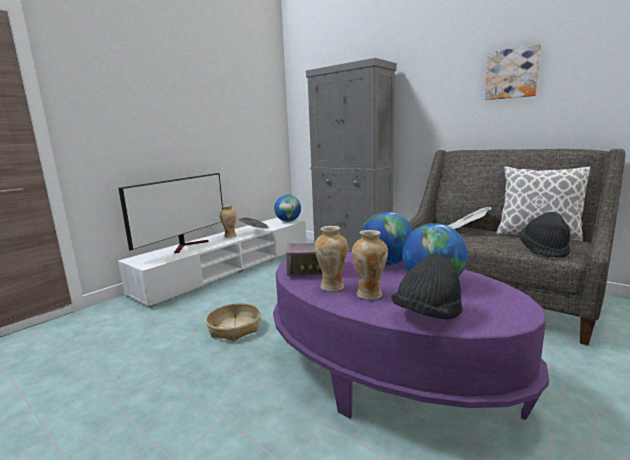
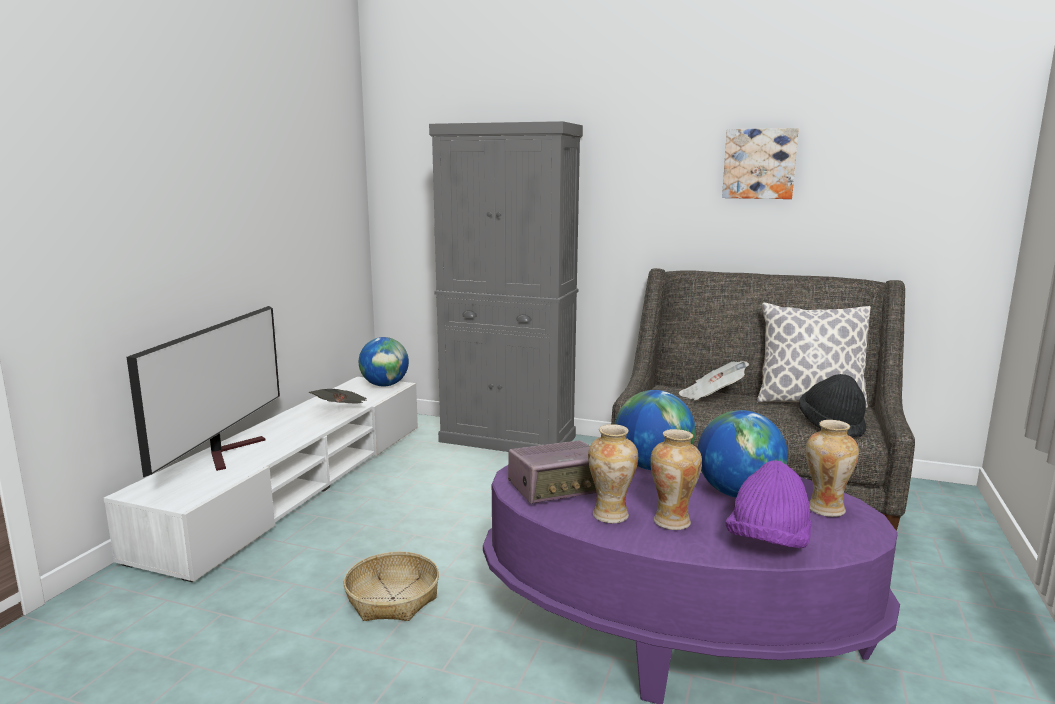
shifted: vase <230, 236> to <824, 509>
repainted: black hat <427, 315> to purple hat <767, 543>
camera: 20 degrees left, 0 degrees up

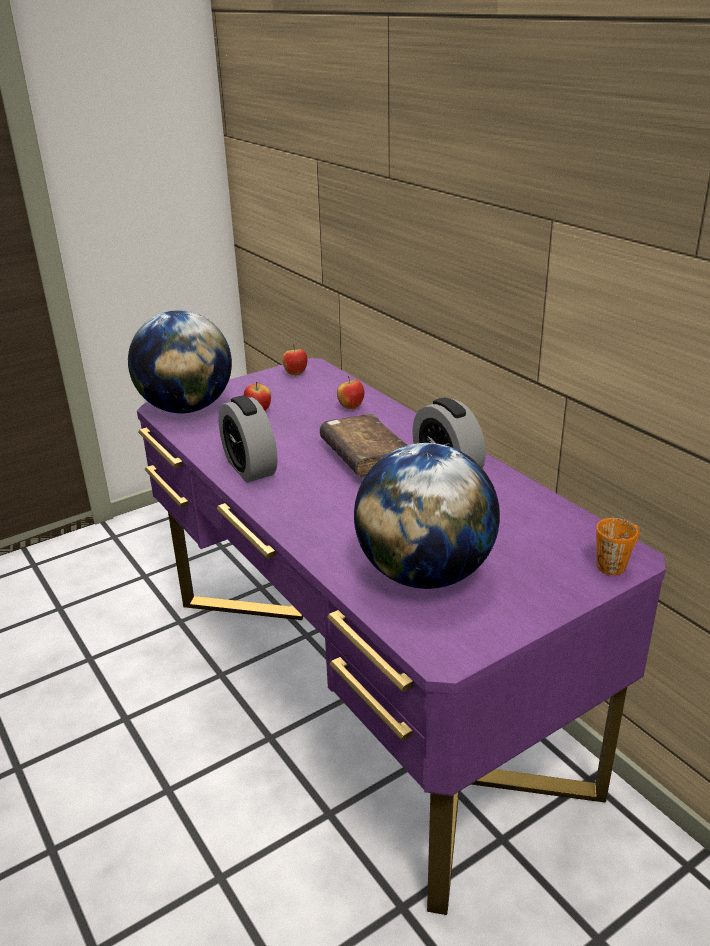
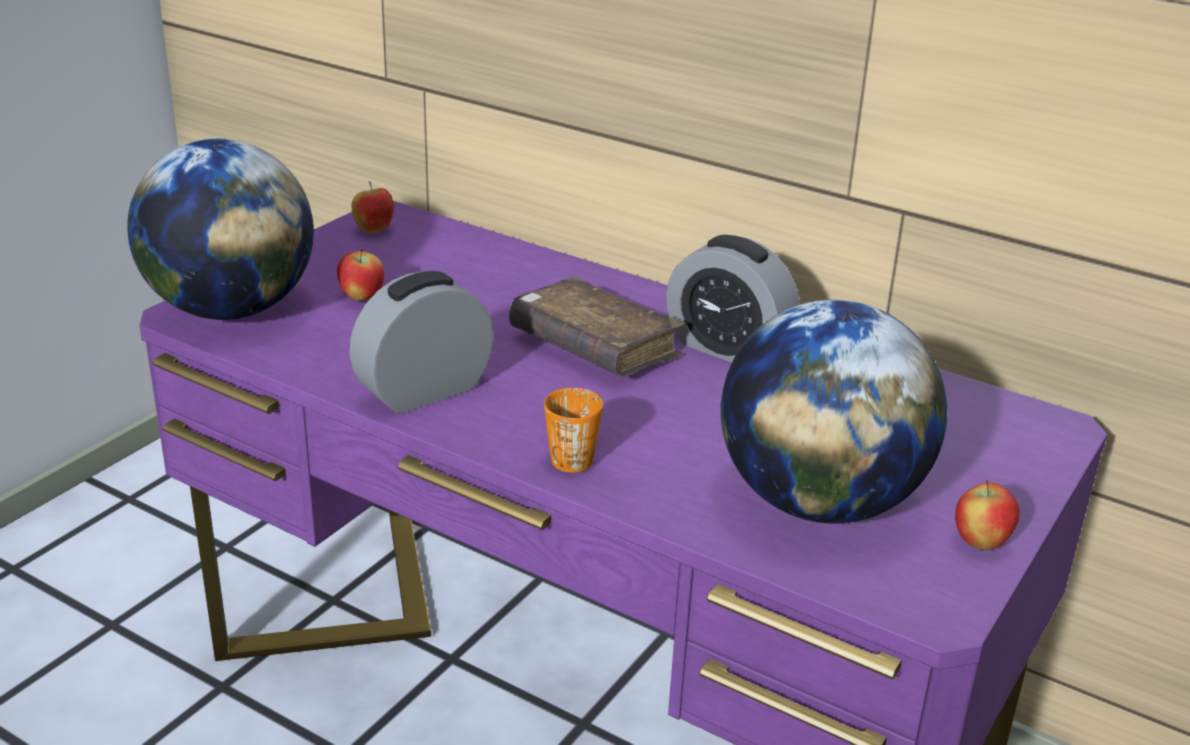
shifted: apple <351, 407> to <980, 543>; orange mug <616, 563> to <578, 454>
rotated: alarm clock <250, 468> = <424, 391> 105 degrees clockwise
camera: 25 degrees left, 0 degrees up

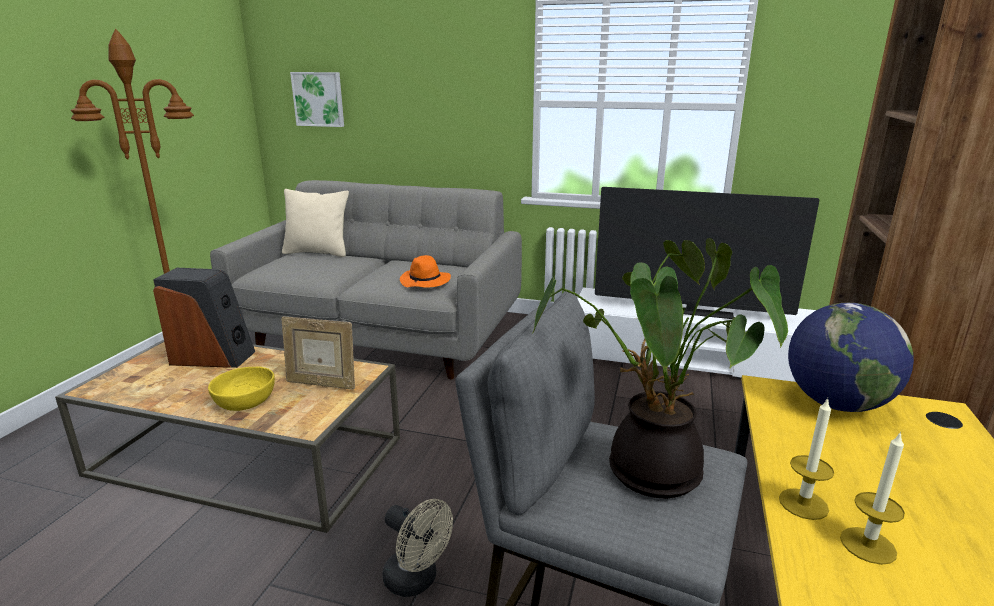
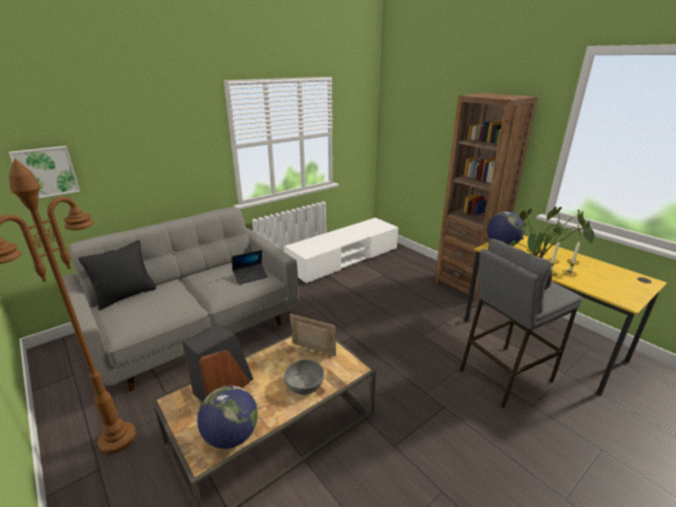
gone: beige fan <417, 581>; television <690, 312>
new: globe <231, 436>
swapped: orange hat <425, 282> to laptop <250, 276>
repainted: yellow bowl <244, 402> to grey bowl <304, 385>; beige pillow <317, 252> to black pillow <126, 296>
rotated: picture frame <321, 384> = <313, 352> 120 degrees counterclockwise
camera: 55 degrees left, 5 degrees up

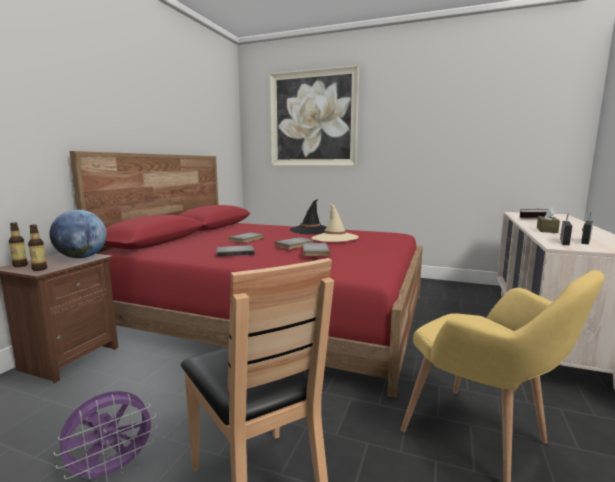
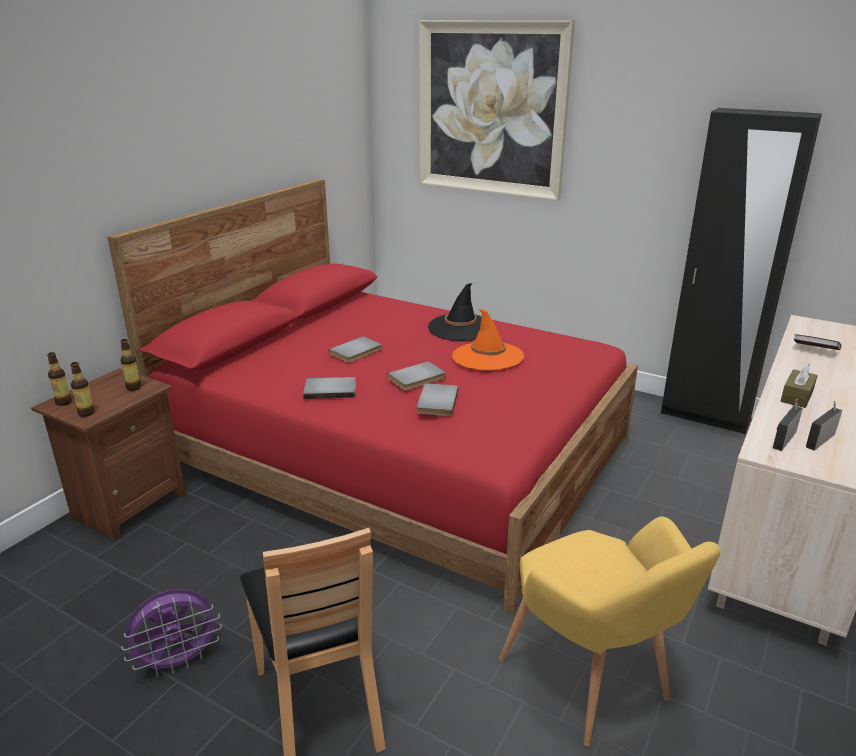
new: black wardrobe <705, 417>
swapped: globe <82, 257> to bottle <133, 387>
repainted: beige hat <334, 238> to orange hat <487, 356>
camera: 10 degrees right, 15 degrees up

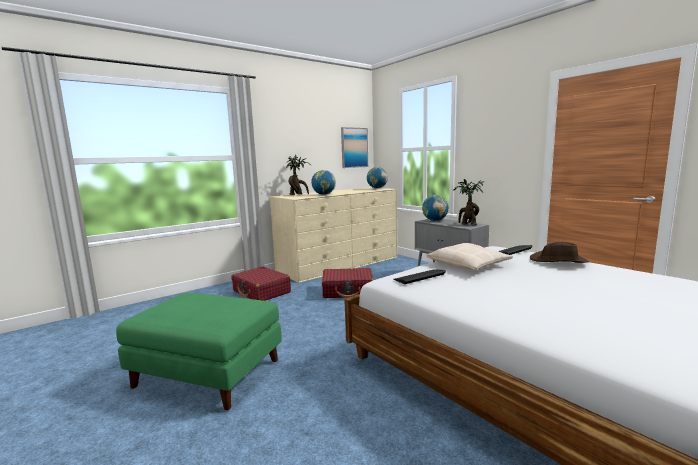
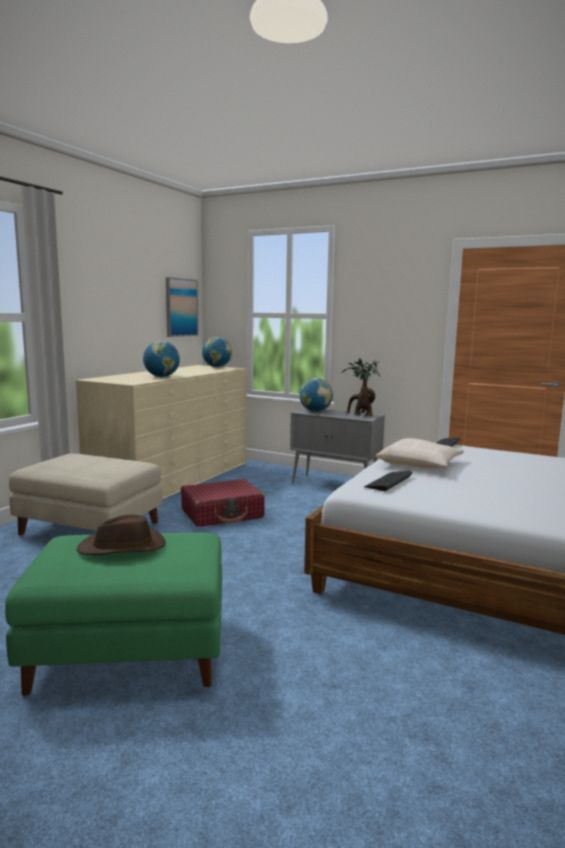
gone: potted plant <298, 194>
shifted: brown hat <558, 261> to <123, 547>
swapped: red suitcase <261, 292> to beige ottoman <91, 529>
camera: 25 degrees left, 0 degrees up

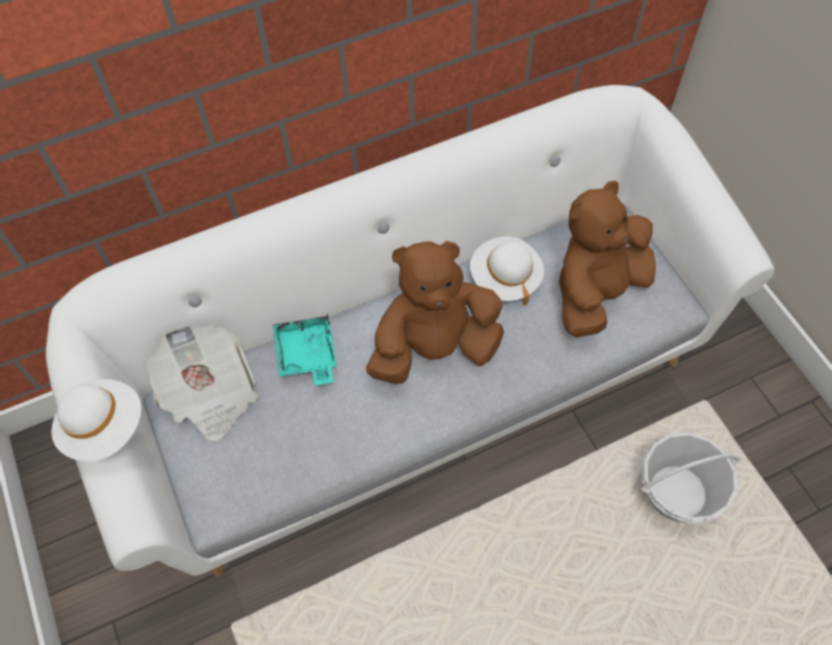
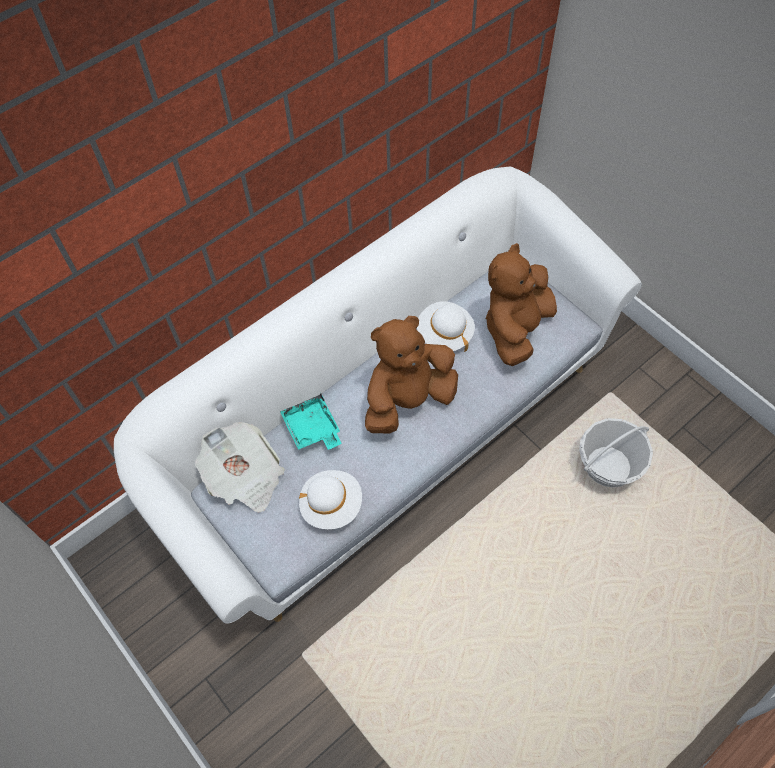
shifted: white hat <104, 428> to <331, 505>
camera: 15 degrees left, 0 degrees up

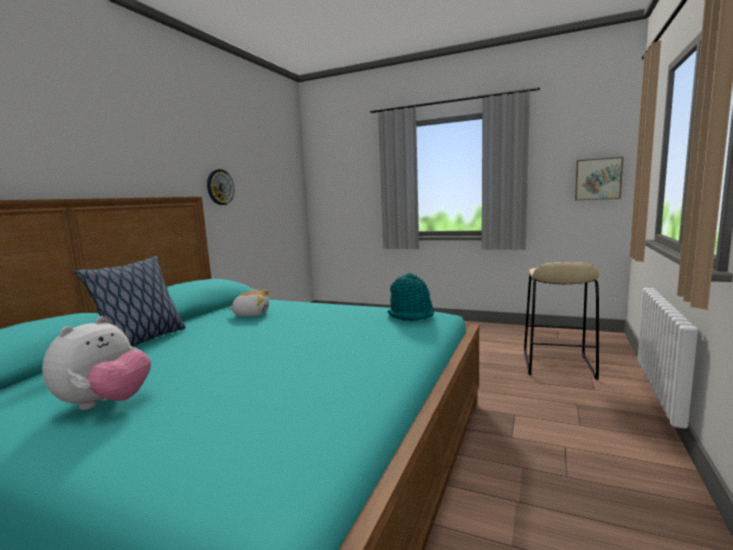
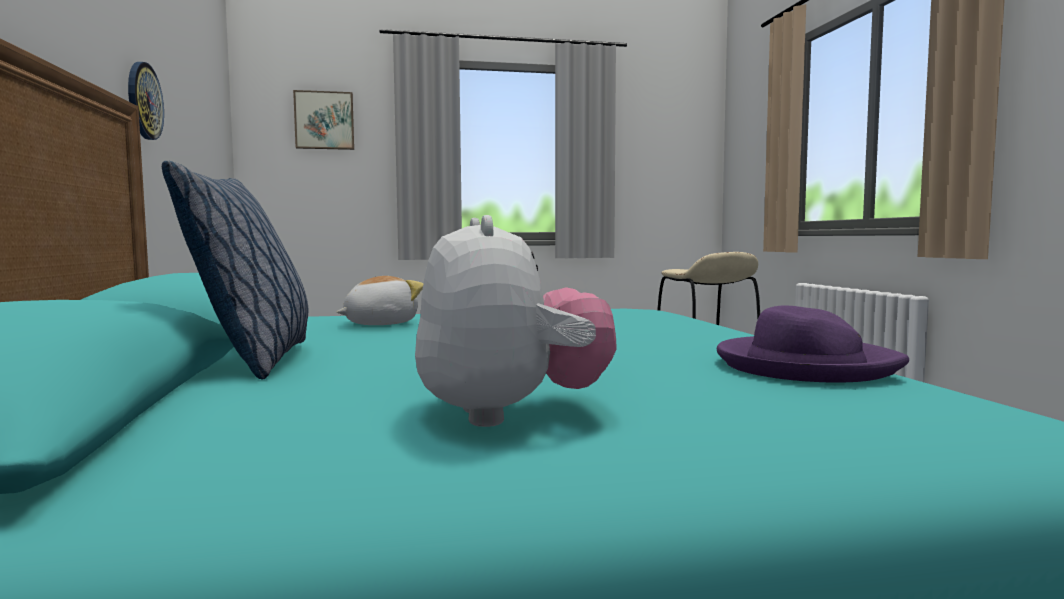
gone: turquoise hat <411, 314>
new: purple hat <804, 365>
shifted: picture <598, 179> to <324, 120>
camera: 35 degrees left, 5 degrees down

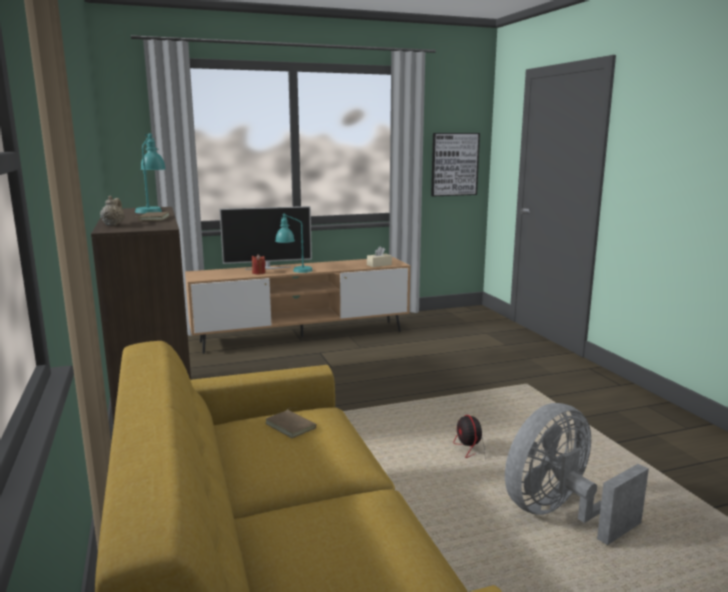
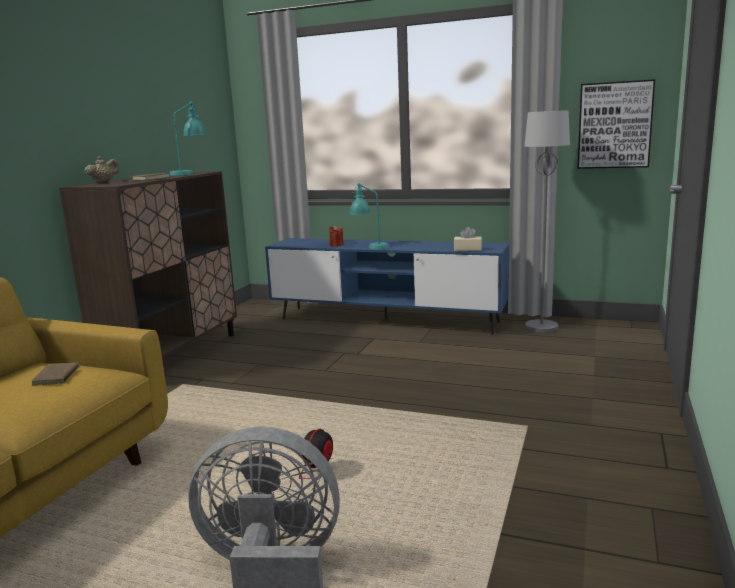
gone: television <267, 268>
new: grey floor lamp <541, 327>
repainted: brown tv stand <302, 337> to blue tv stand <386, 320>
camera: 40 degrees right, 0 degrees up

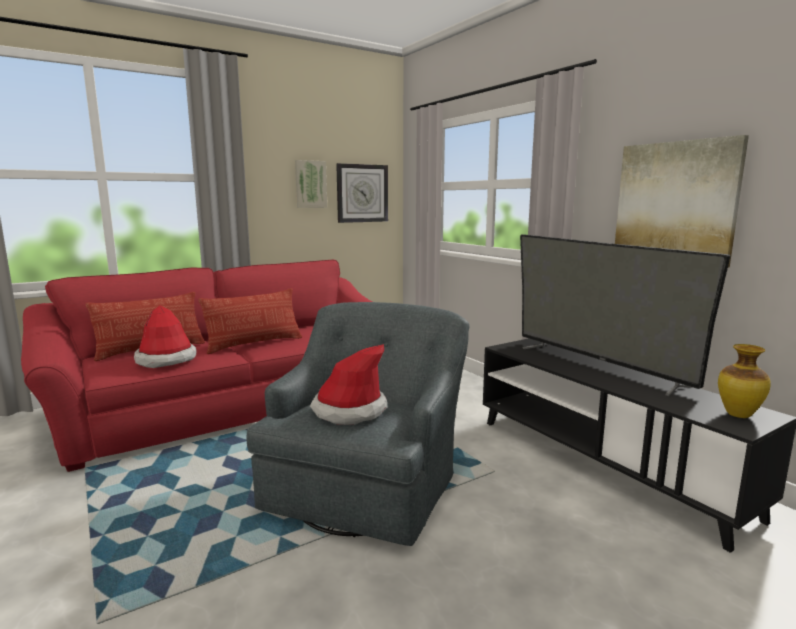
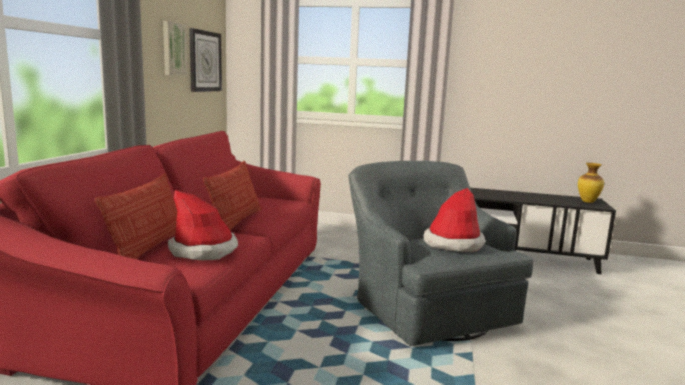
gone: television <597, 365>; picture <675, 202>
camera: 45 degrees left, 0 degrees up

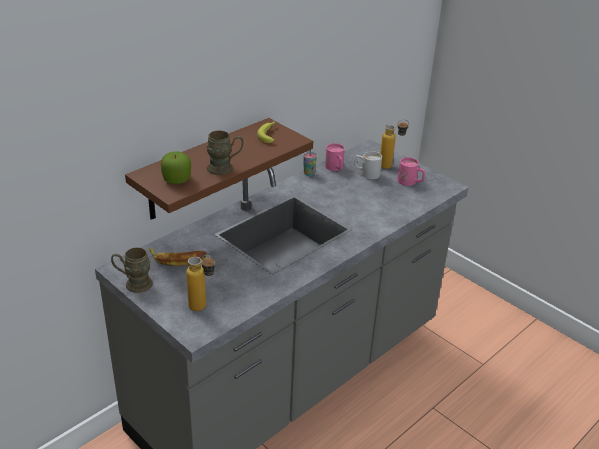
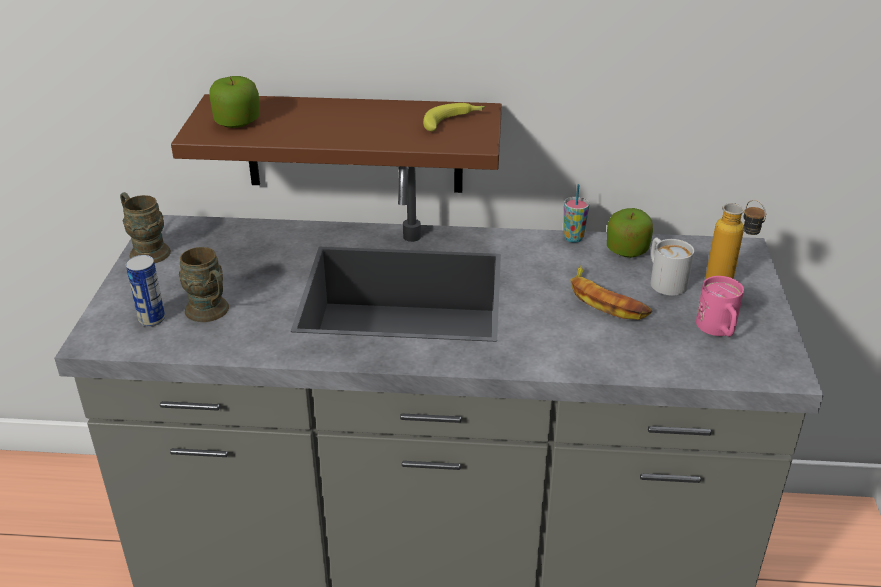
shifted: banana <178, 259> to <606, 301>; brown mug <225, 168> to <211, 313>
swapped: bottle <203, 308> to can <152, 319>; pink mug <335, 168> to apple <627, 250>
camera: 50 degrees right, 0 degrees up

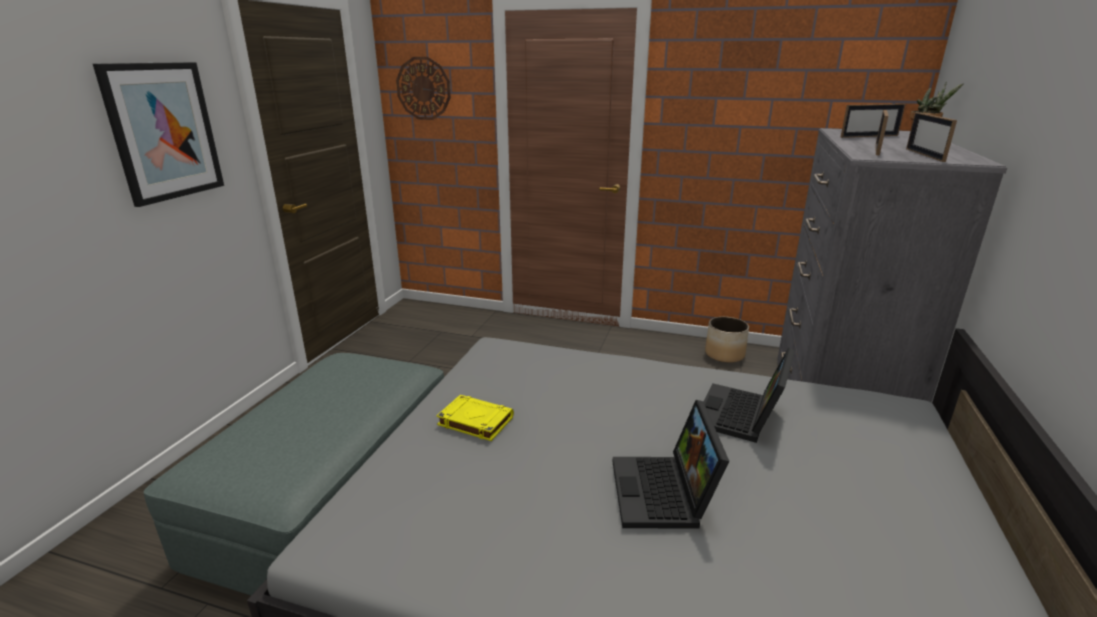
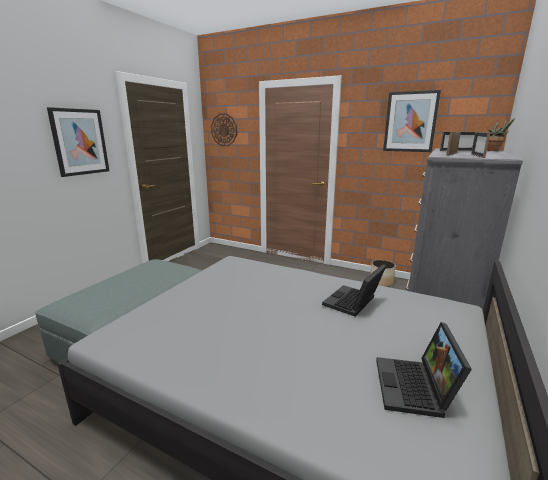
gone: yellow book <474, 421>
new: picture <410, 122>
shifted: laptop <665, 494> to <416, 389>
camera: 10 degrees right, 5 degrees down

